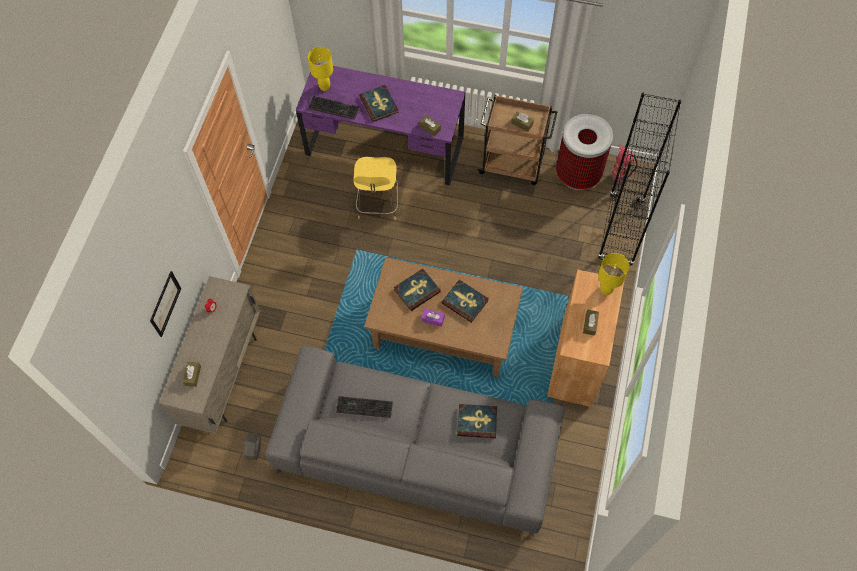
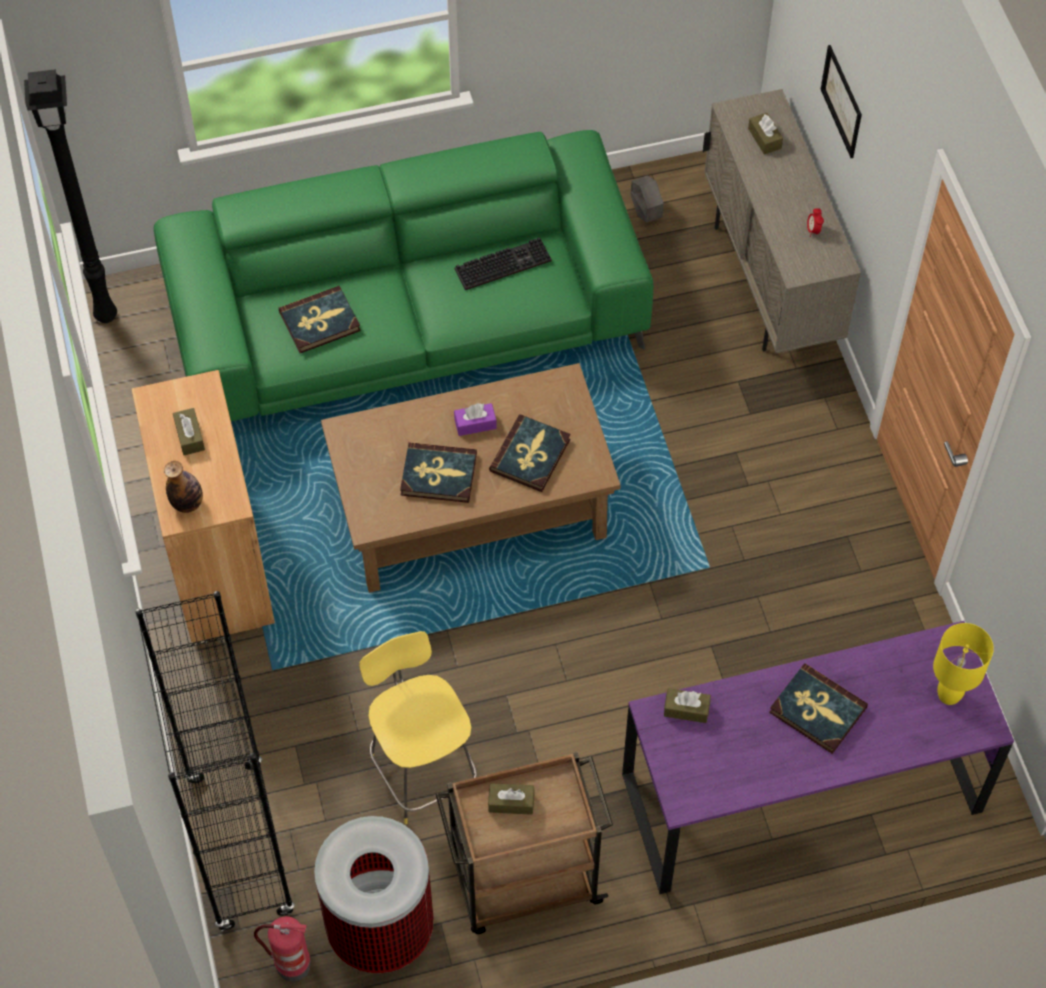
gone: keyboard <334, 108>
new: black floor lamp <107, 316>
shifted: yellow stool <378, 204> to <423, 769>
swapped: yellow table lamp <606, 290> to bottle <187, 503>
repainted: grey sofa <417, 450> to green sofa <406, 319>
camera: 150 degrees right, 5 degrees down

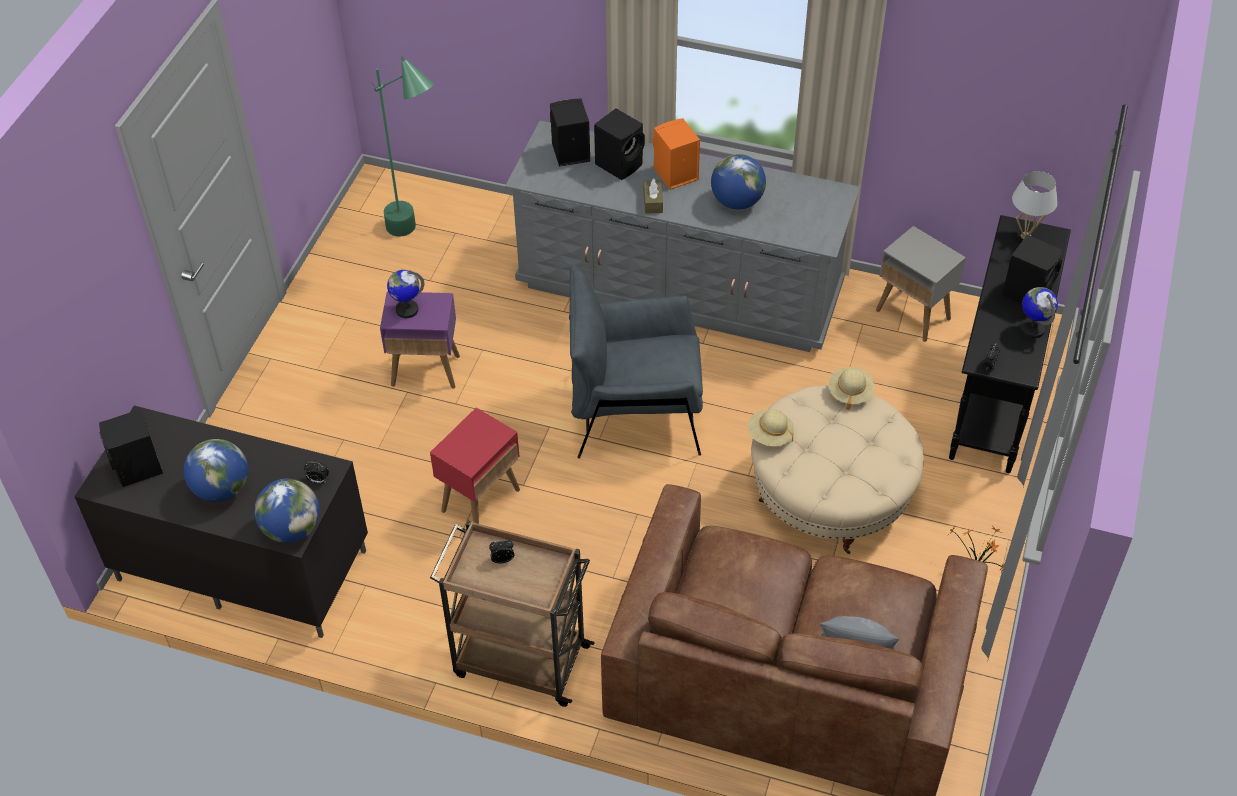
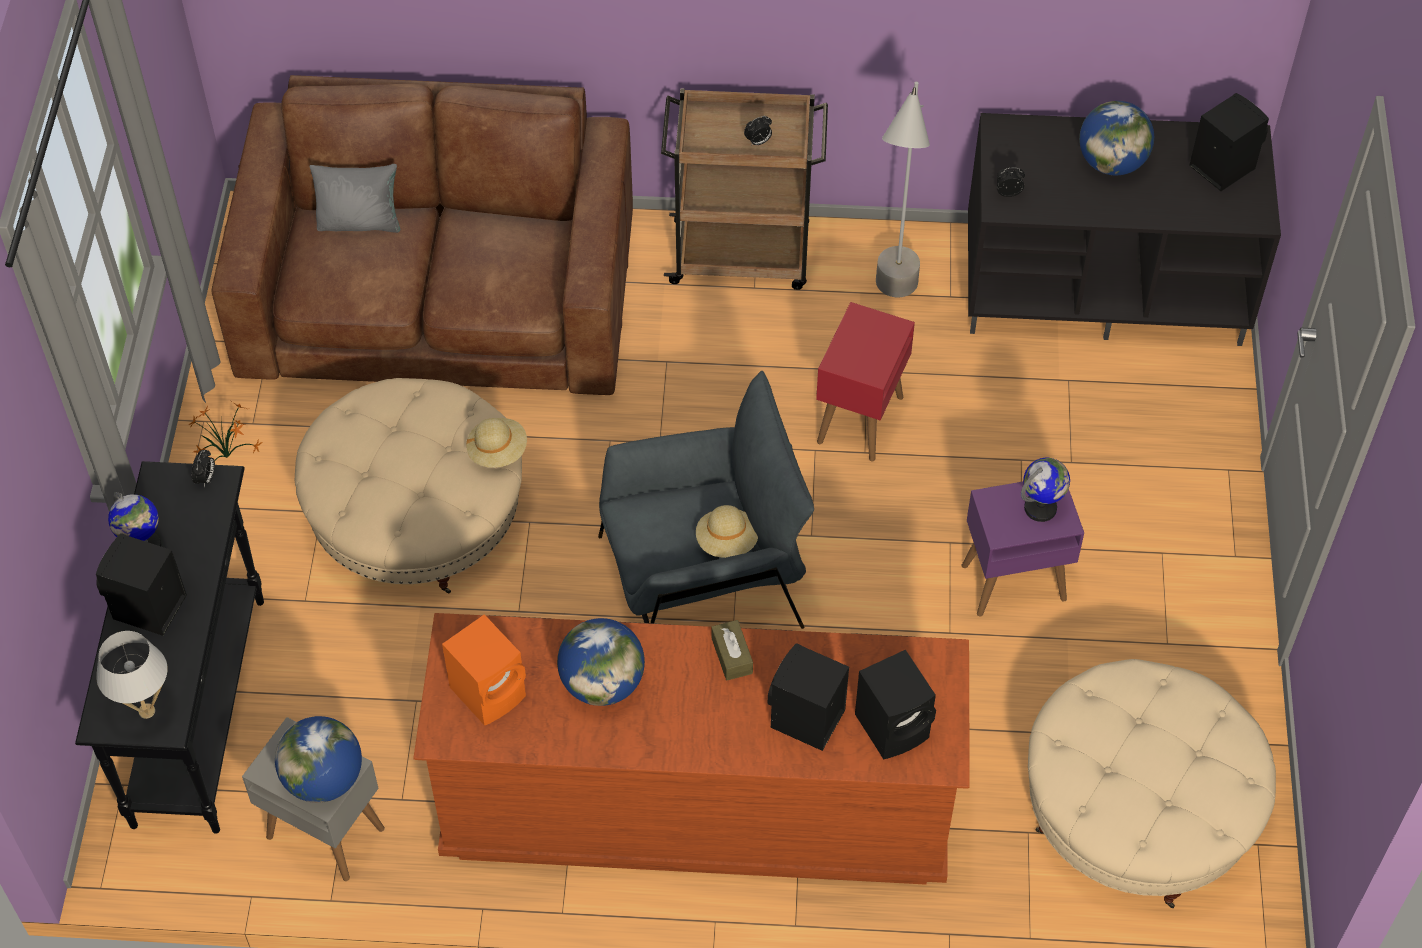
new: grey floor lamp <892, 308>
shifted: globe <292, 529> to <324, 779>; orange speaker <674, 174> to <490, 691>; beige hat <850, 392> to <727, 541>
swapped: green floor lamp <418, 237> to beige ottoman <1137, 812>
repainted: grey dresser <679, 288> to brown dresser <696, 804>
camera: 165 degrees right, 5 degrees up

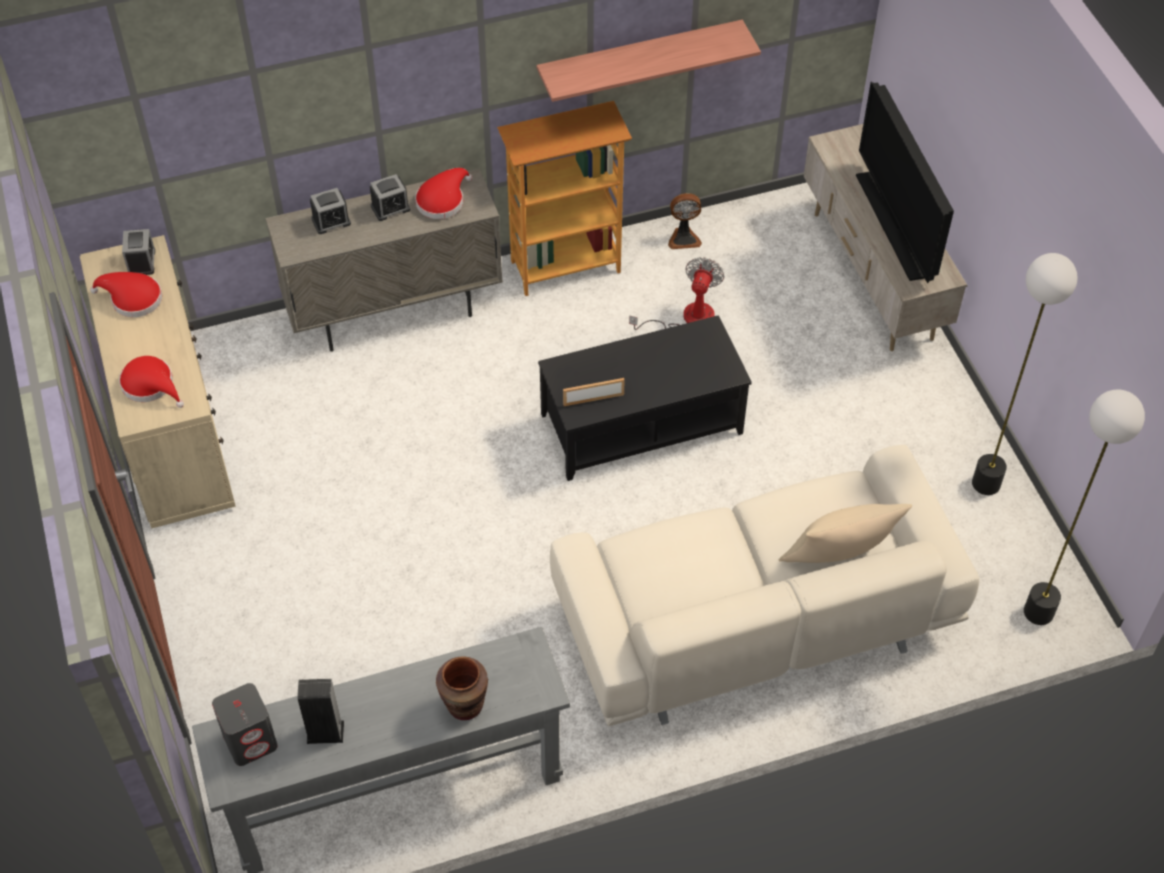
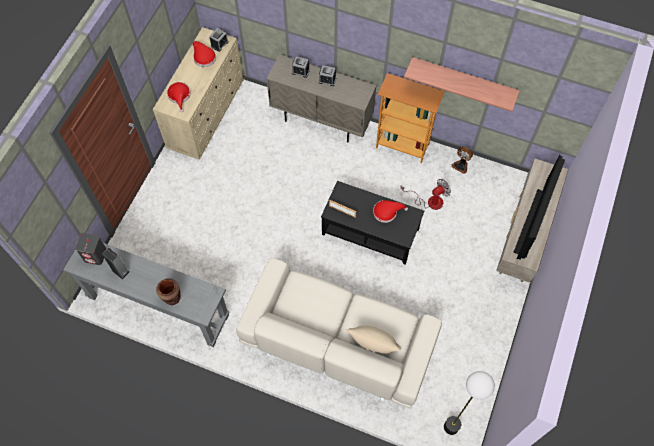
gone: floor lamp <986, 484>
shifted: red hat <442, 200> to <387, 212>
camera: 40 degrees right, 10 degrees up

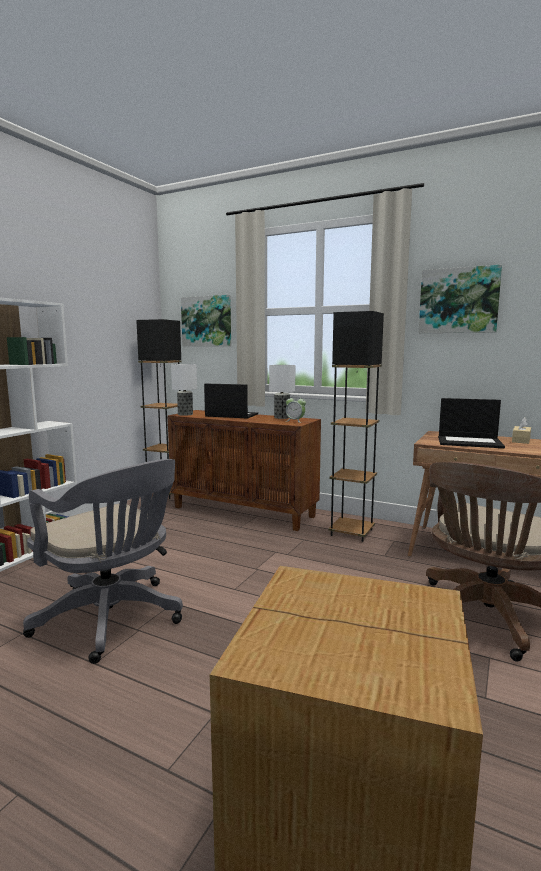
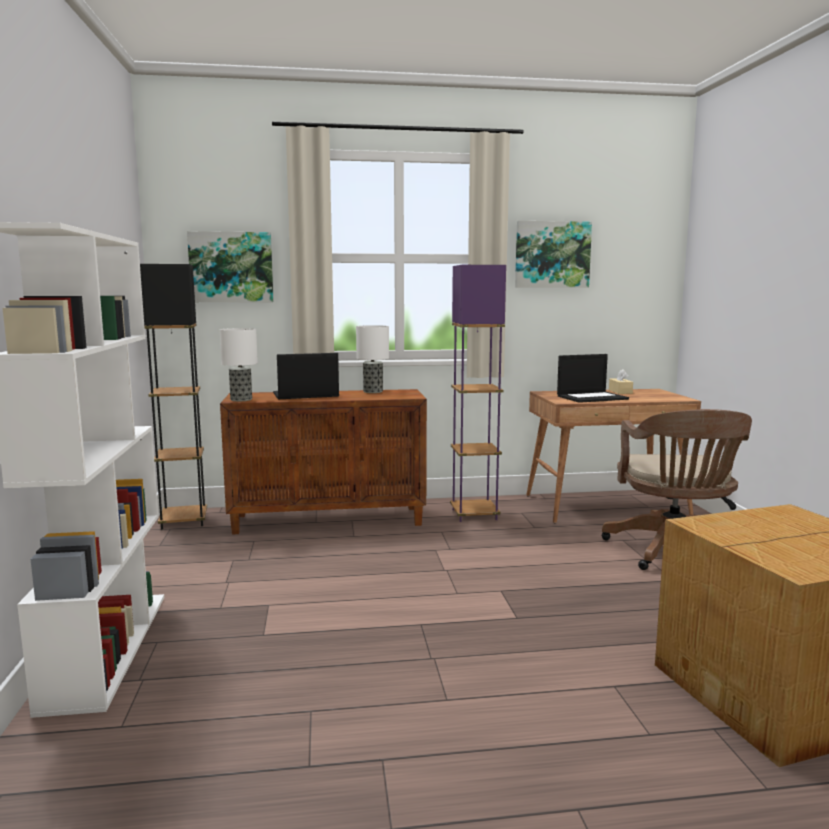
gone: grey office chair <113, 620>; alarm clock <295, 421>
repainted: black floor lamp <351, 532> to purple floor lamp <474, 514>
camera: 35 degrees left, 0 degrees up

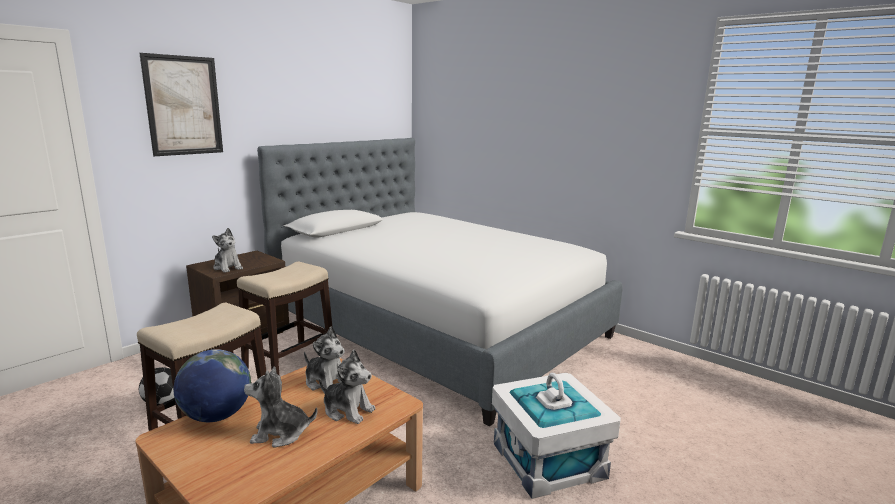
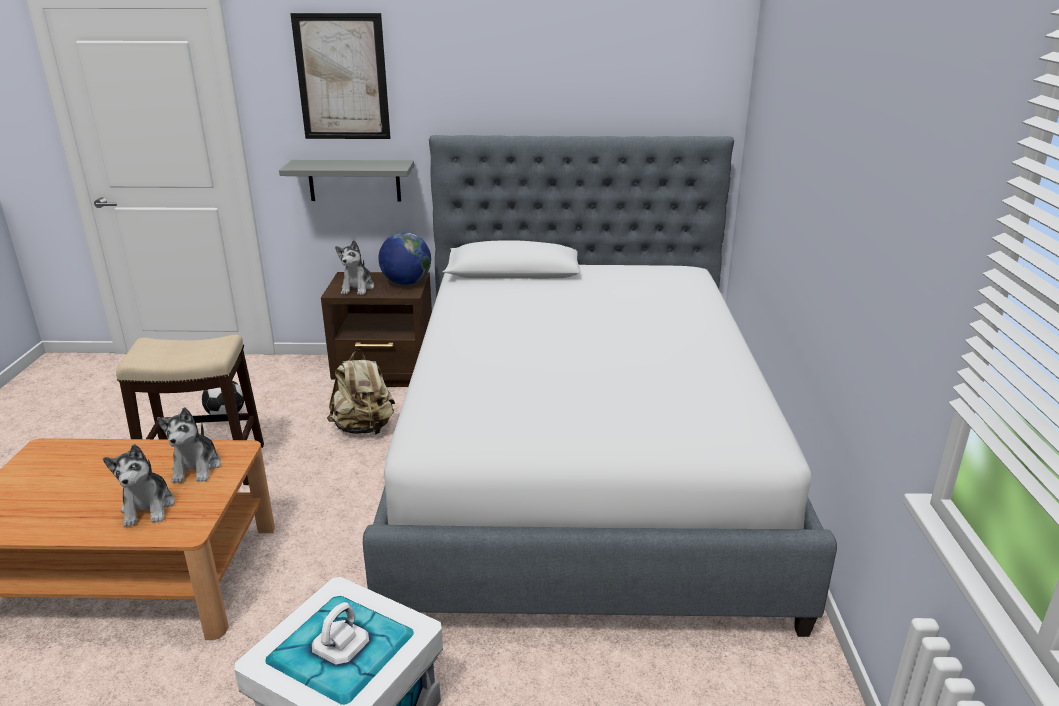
gone: plush toy <280, 433>
new: grey shelf <354, 180>
shifted: globe <216, 416> to <406, 283>
swapped: stool <290, 362> to beige backpack <364, 428>
camera: 50 degrees right, 10 degrees up

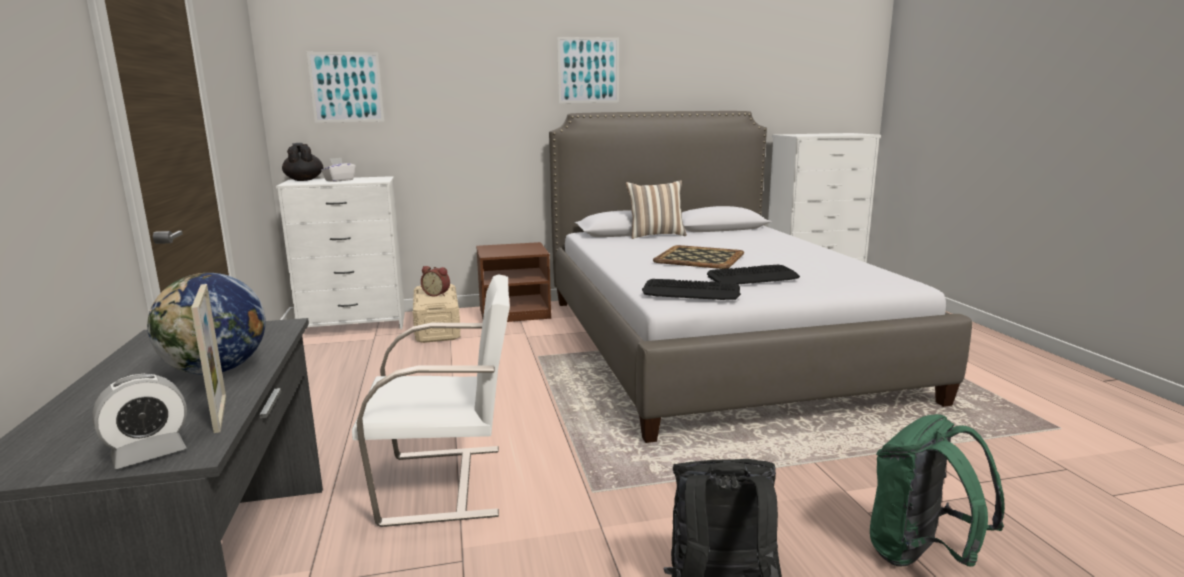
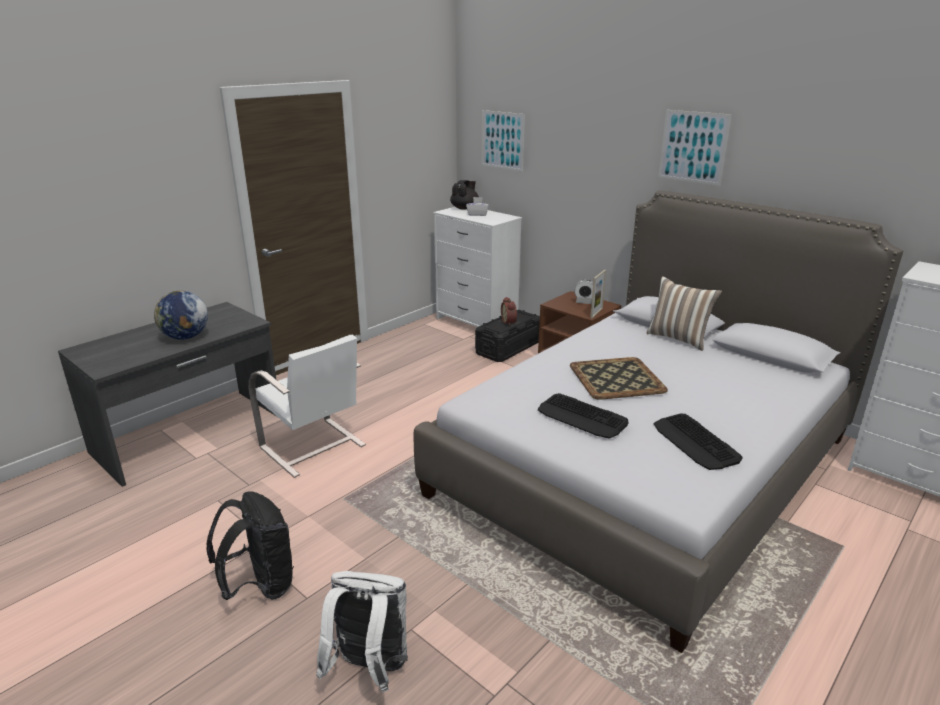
shifted: alarm clock <149, 454> to <584, 302>; picture frame <220, 413> to <596, 313>; keyboard <691, 291> to <695, 442>
repainted: beige storage box <437, 328> to black storage box <508, 348>; green backpack <921, 556> to white backpack <369, 669>
camera: 55 degrees right, 10 degrees up

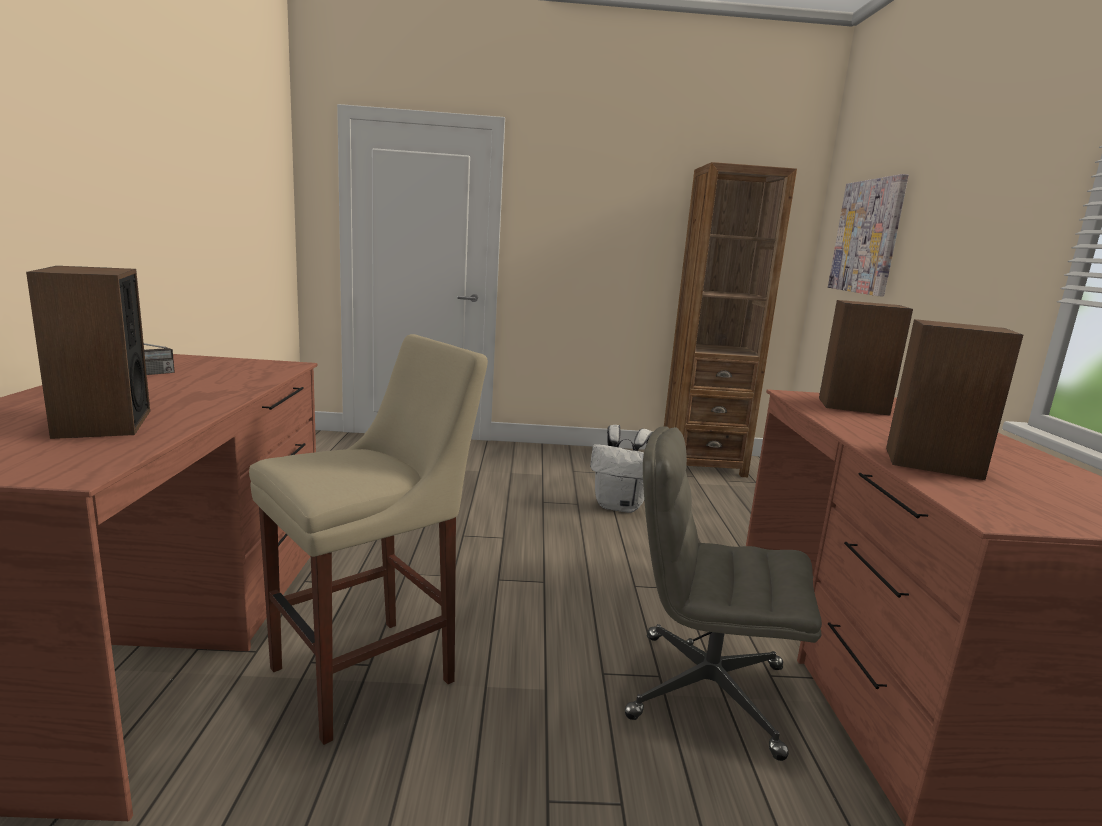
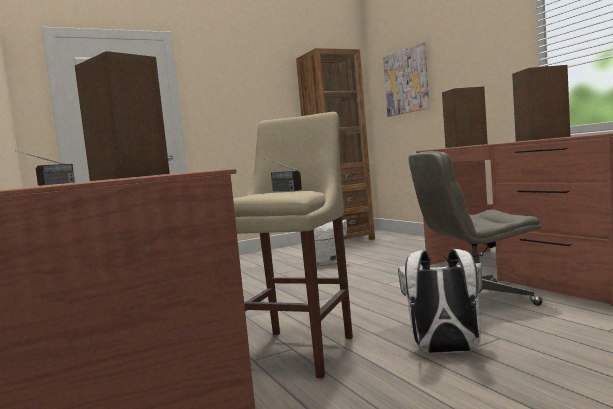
new: radio <280, 190>; white backpack <445, 352>
camera: 25 degrees left, 10 degrees down

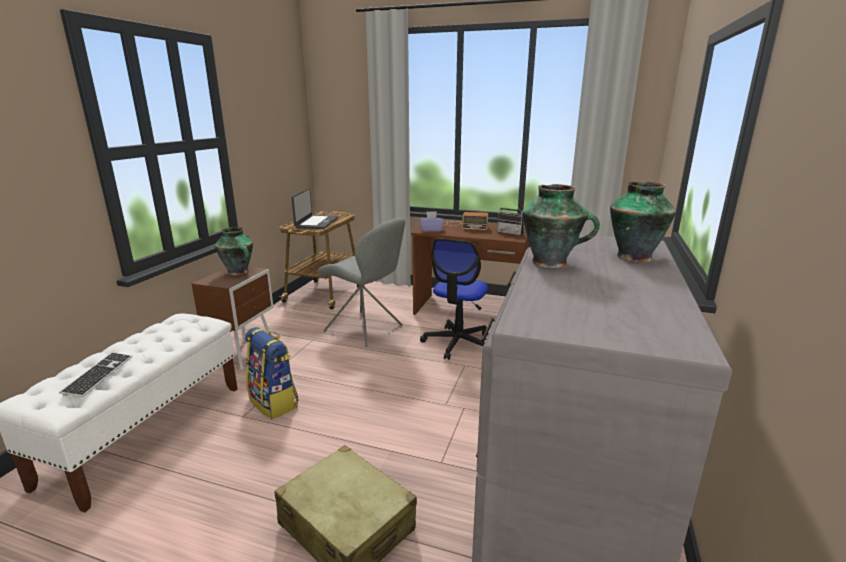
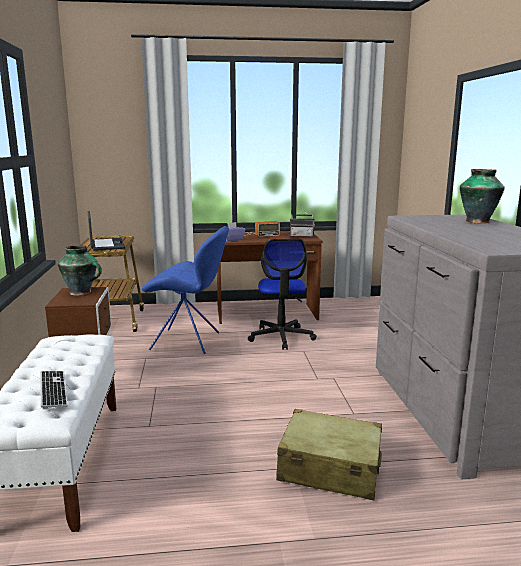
gone: backpack <274, 402>; vase <551, 263>
repainted: grey chair <365, 329> to blue chair <188, 341>
camera: 25 degrees left, 5 degrees down

